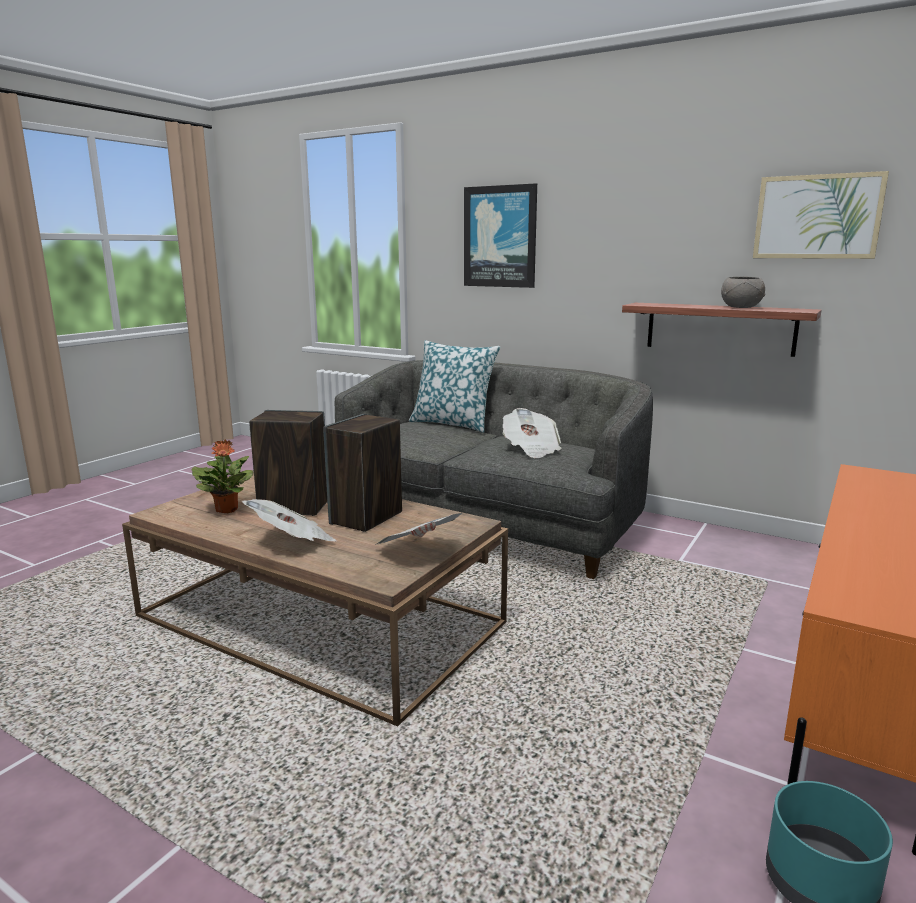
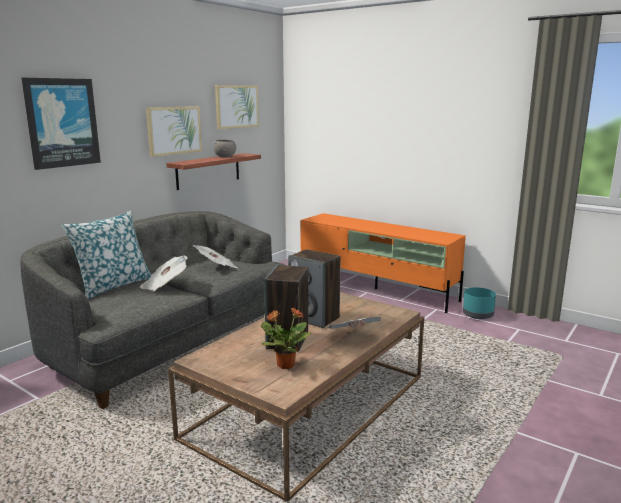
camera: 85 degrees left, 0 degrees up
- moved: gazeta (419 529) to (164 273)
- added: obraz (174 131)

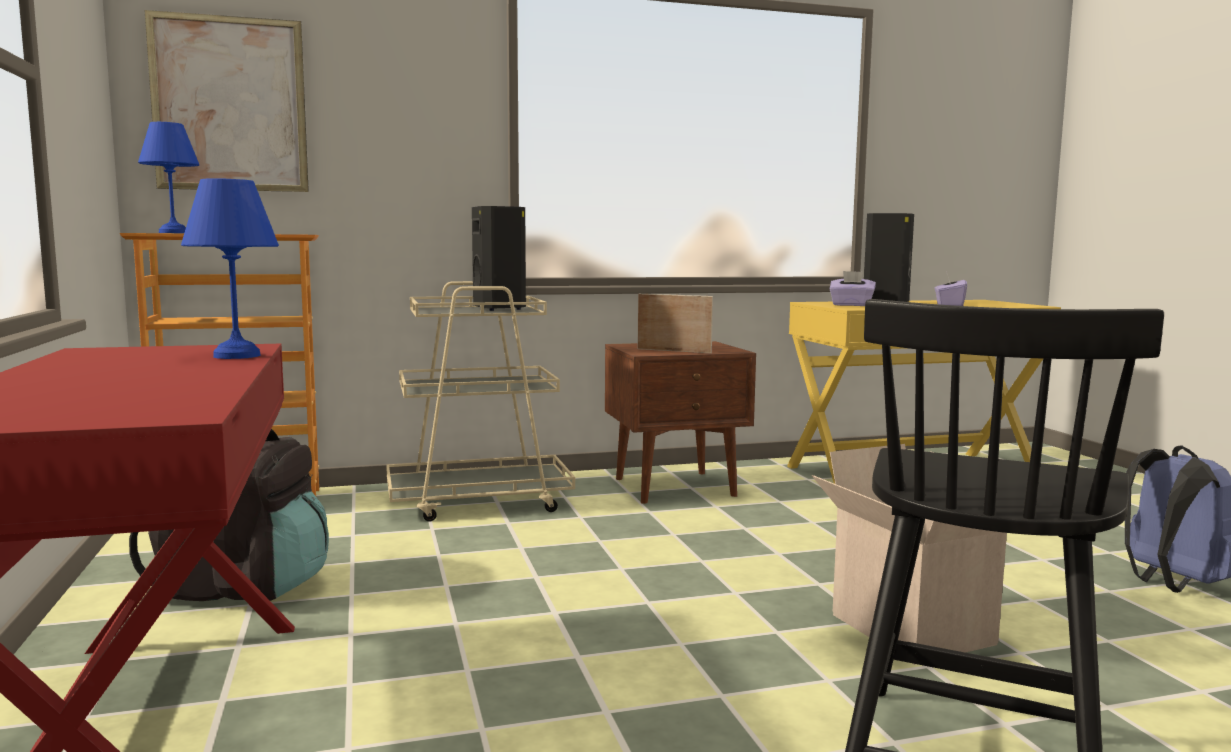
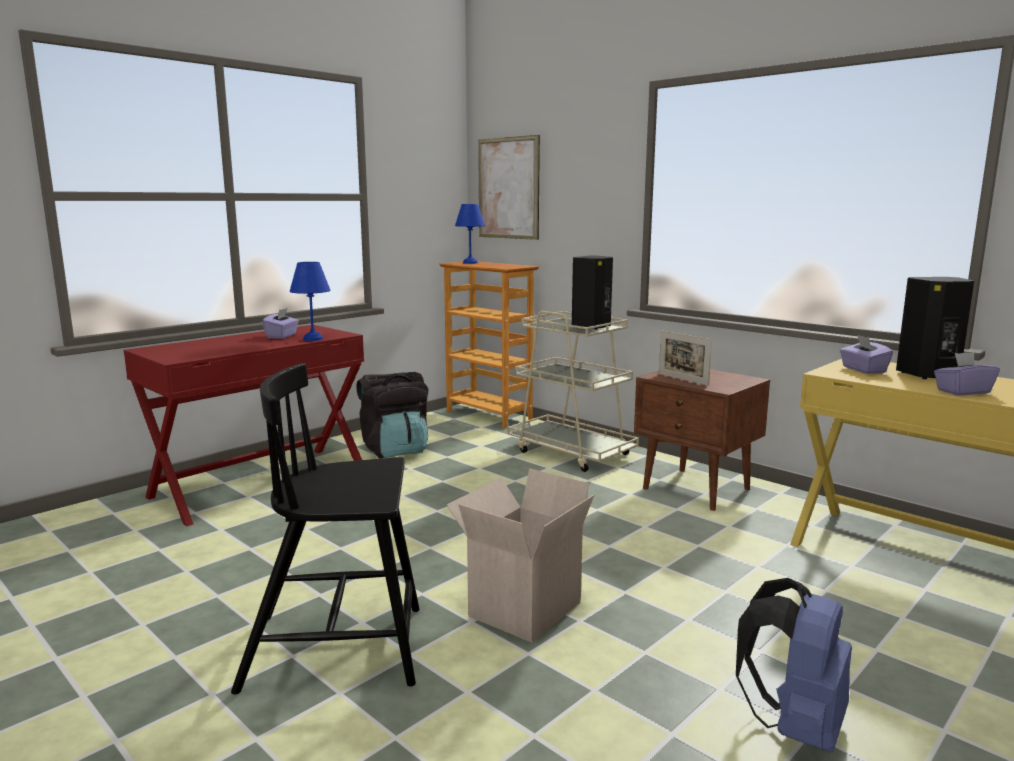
camera: 60 degrees right, 5 degrees up
- turned: ramka na zdjęcie (675 323) = (685 358) 150 degrees clockwise
- added: pudełko chusteczek/fioletowy (280 323)

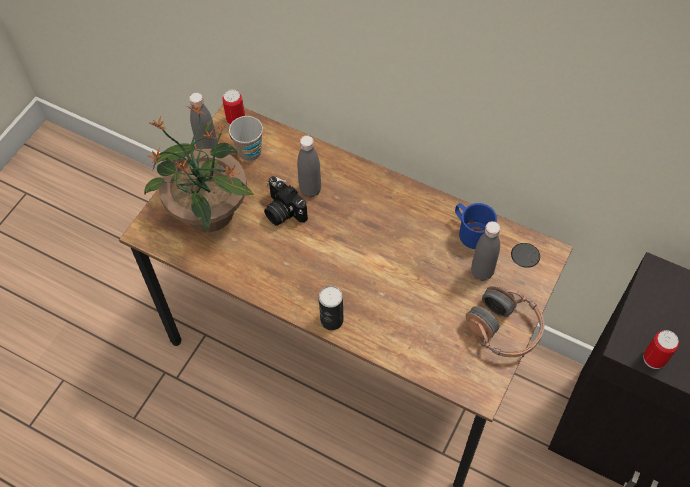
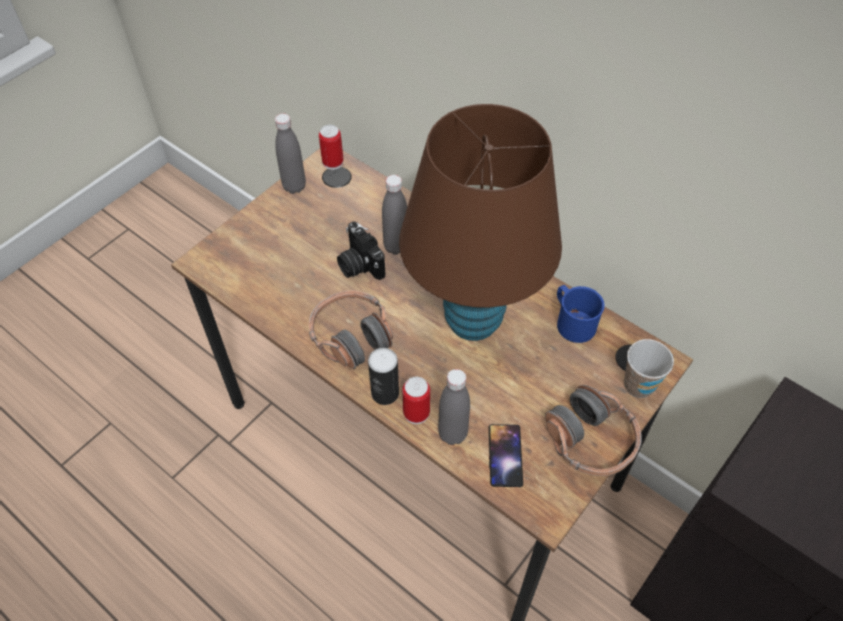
camera: 10 degrees right, 5 degrees down
- removed: roślina doniczkowa (199 167)
- moved: filiżanka (246 138) to (649 368)
- moved: butelka/szary (485 251) to (454 407)
- moved: puszka (661 349) to (416 400)
- added: słuchawki (351 330)
- added: lampa stołowa/brązowy (480 222)
- added: telefon (506 455)

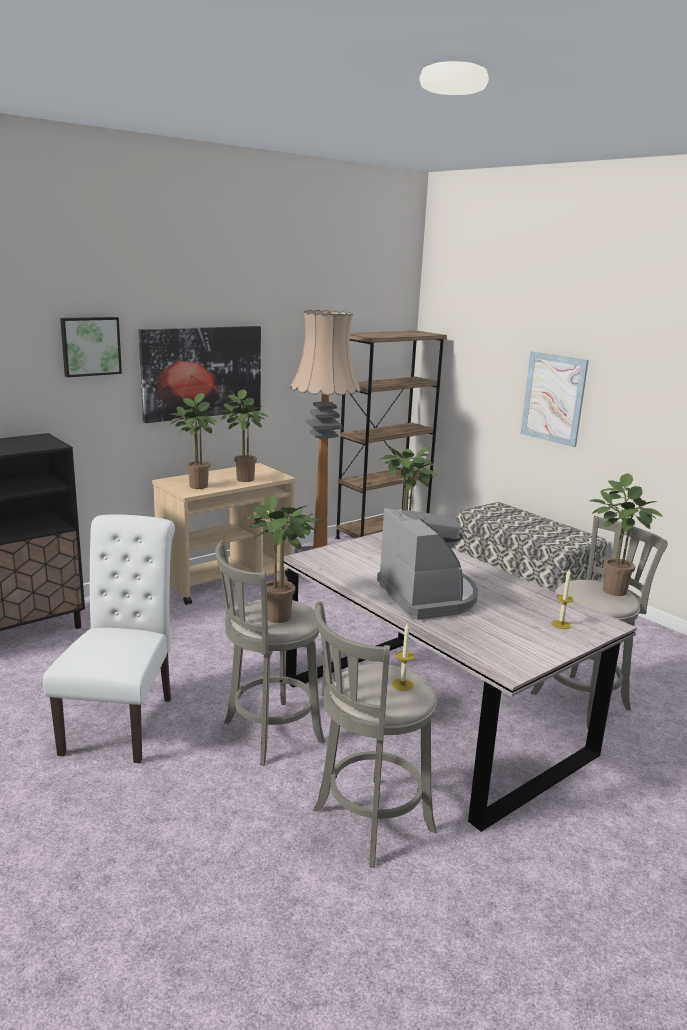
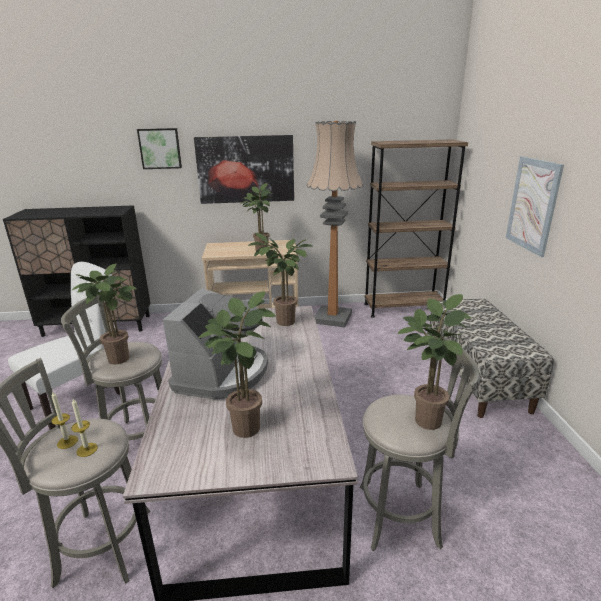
camera: 35 degrees right, 5 degrees up
- moved: roślina doniczkowa (193 441) to (237 364)
- moved: świeca (562 598) to (64 420)

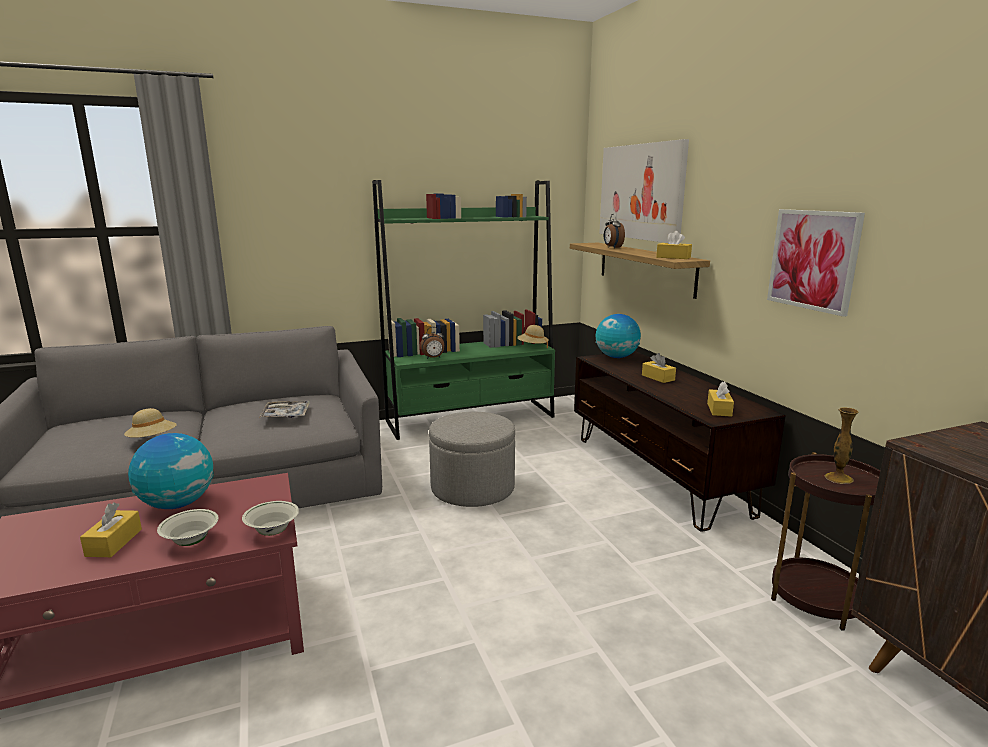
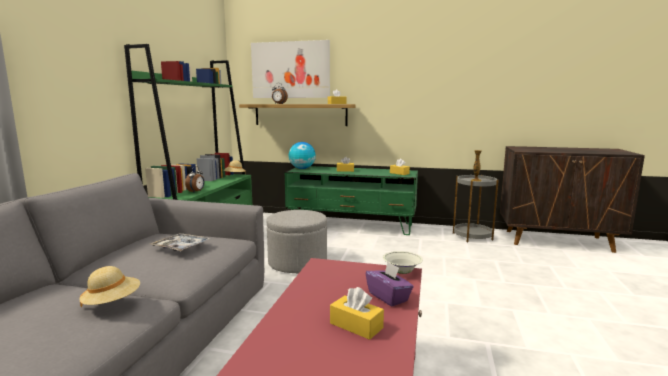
camera: 55 degrees left, 5 degrees down
- removed: globus (171 471)
- replaced: miska/biały (188 527) to pudełko chusteczek/fioletowy (390 284)
- recoloured: szafka pod telewizor/brązowy (680 441) to szafka pod telewizor/zielony (351 200)
- removed: obraz (816 263)
- recoloured: stolik/brązowy (825 541) to stolik/szary (476 208)

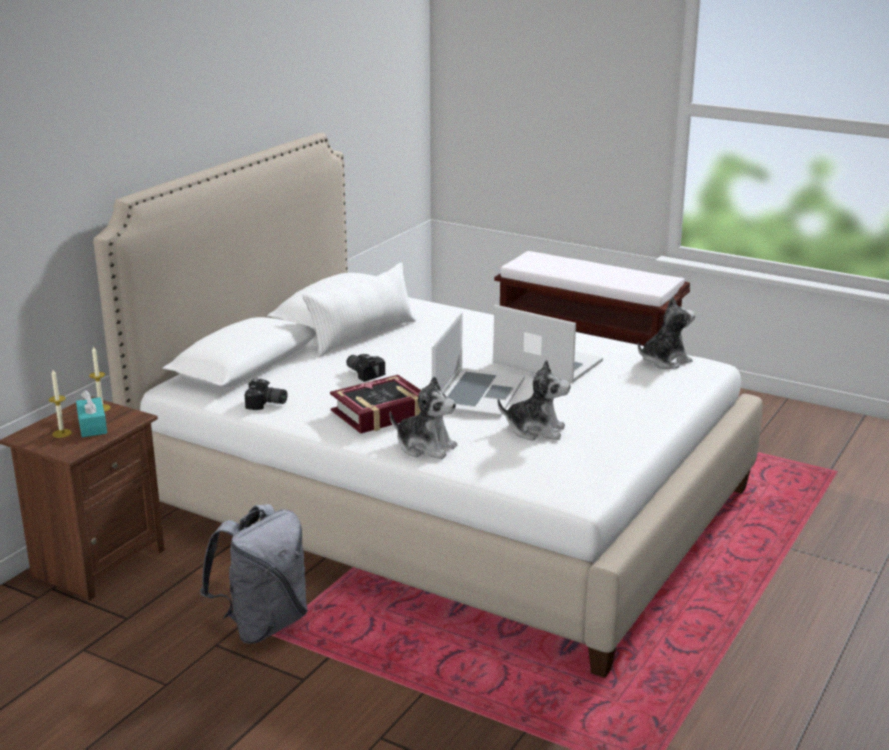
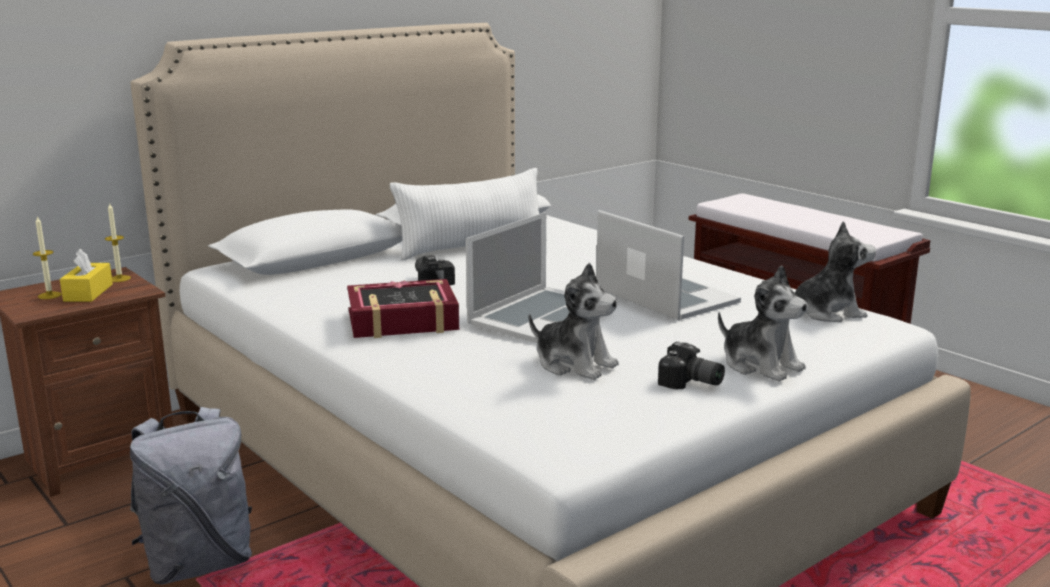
camera: 20 degrees right, 5 degrees down
- recoloured: pudełko chusteczek/turkusowy (91 413) to pudełko chusteczek/żółty (86 275)
- moved: aparat fotograficzny (266 394) to (691 365)
- moved: pluszak (423 417) to (763 323)

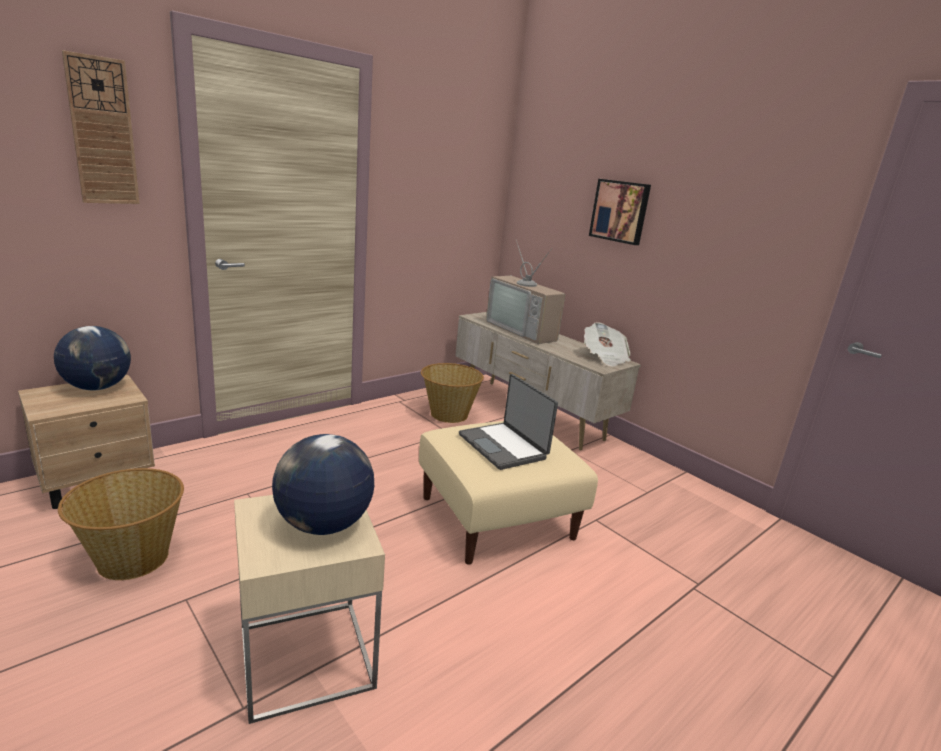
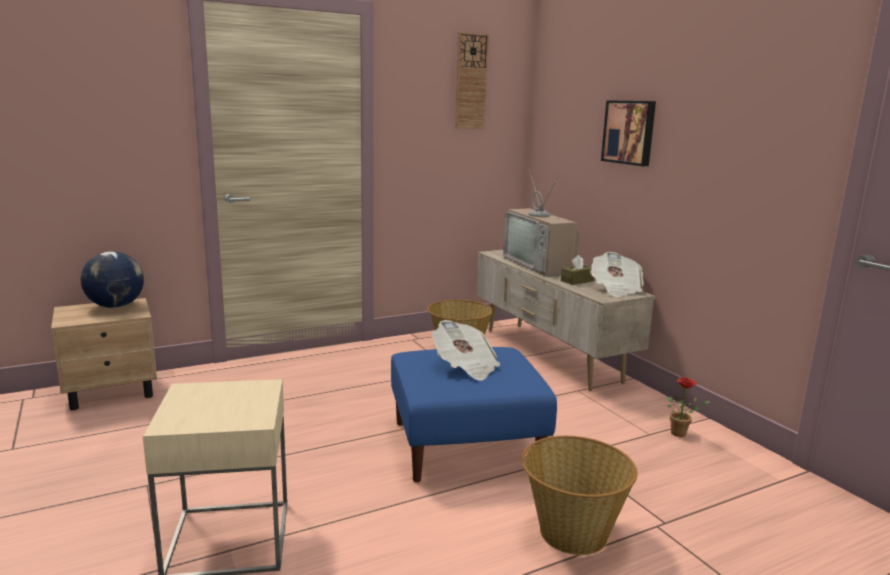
camera: 15 degrees right, 5 degrees down
- moved: koszyk (121 524) to (579 495)
- moved: zegar ścienny (101 127) to (472 80)
- removed: globus (323 484)
- recoloured: pufa/beżowy (508 492) to pufa/niebieski (474 414)
- replaced: laptop (508 422) to gazeta (466 350)
- added: pudełko chusteczek/brązowy (577 270)
- added: roślina doniczkowa (689 407)

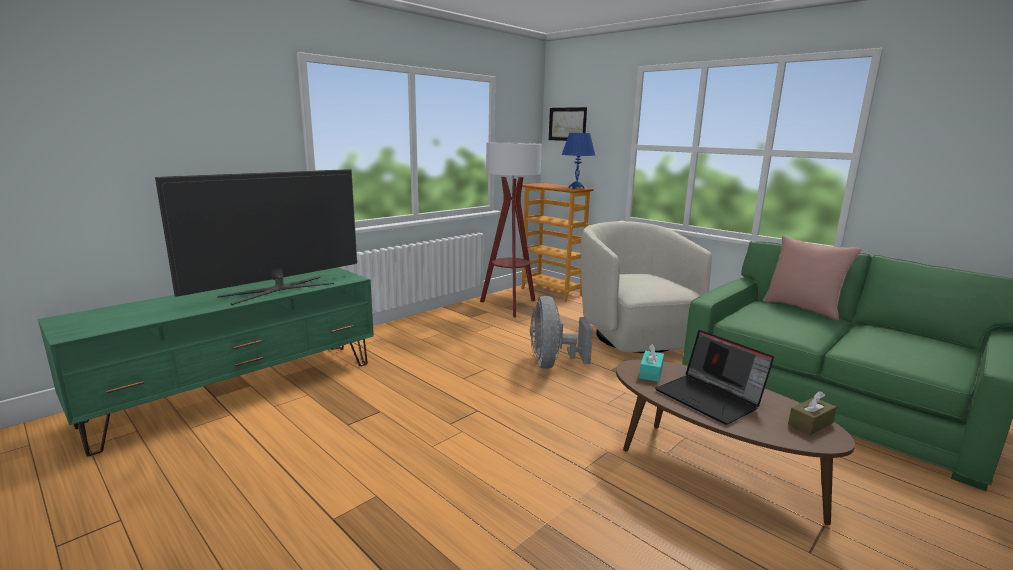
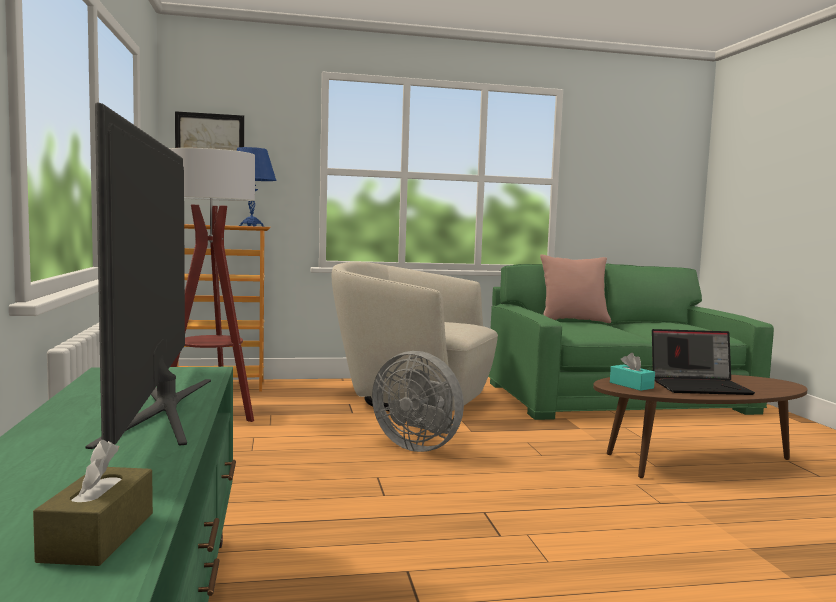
camera: 55 degrees left, 10 degrees down
- moved: pudełko chusteczek/brązowy (812 413) to (93 503)

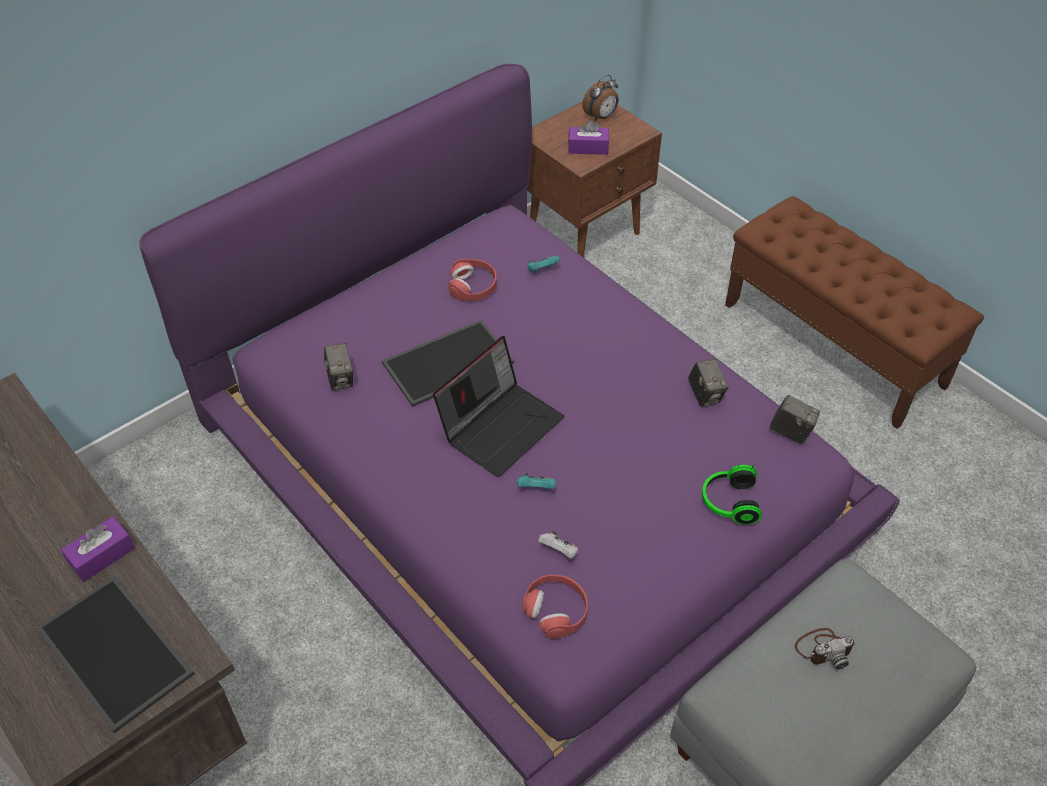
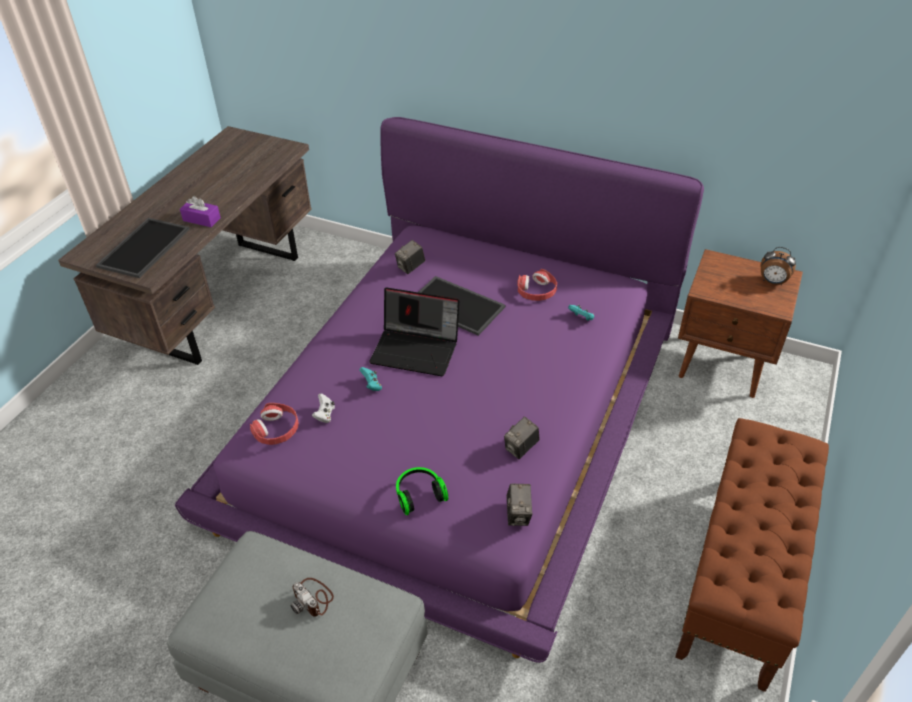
camera: 65 degrees right, 5 degrees down
- removed: pudełko chusteczek/fioletowy (588 137)

